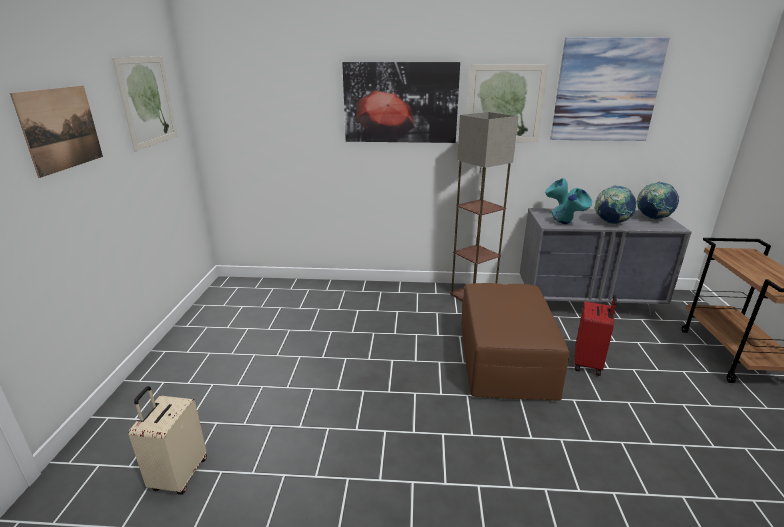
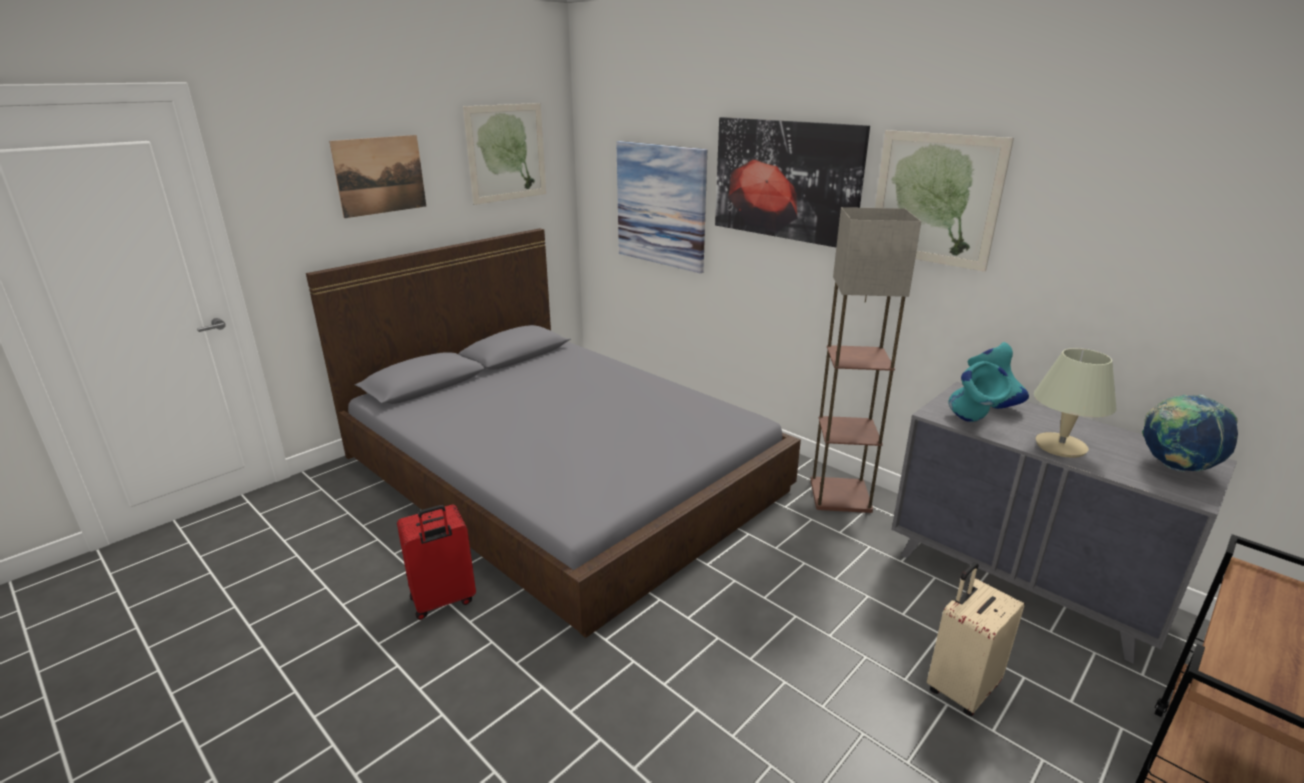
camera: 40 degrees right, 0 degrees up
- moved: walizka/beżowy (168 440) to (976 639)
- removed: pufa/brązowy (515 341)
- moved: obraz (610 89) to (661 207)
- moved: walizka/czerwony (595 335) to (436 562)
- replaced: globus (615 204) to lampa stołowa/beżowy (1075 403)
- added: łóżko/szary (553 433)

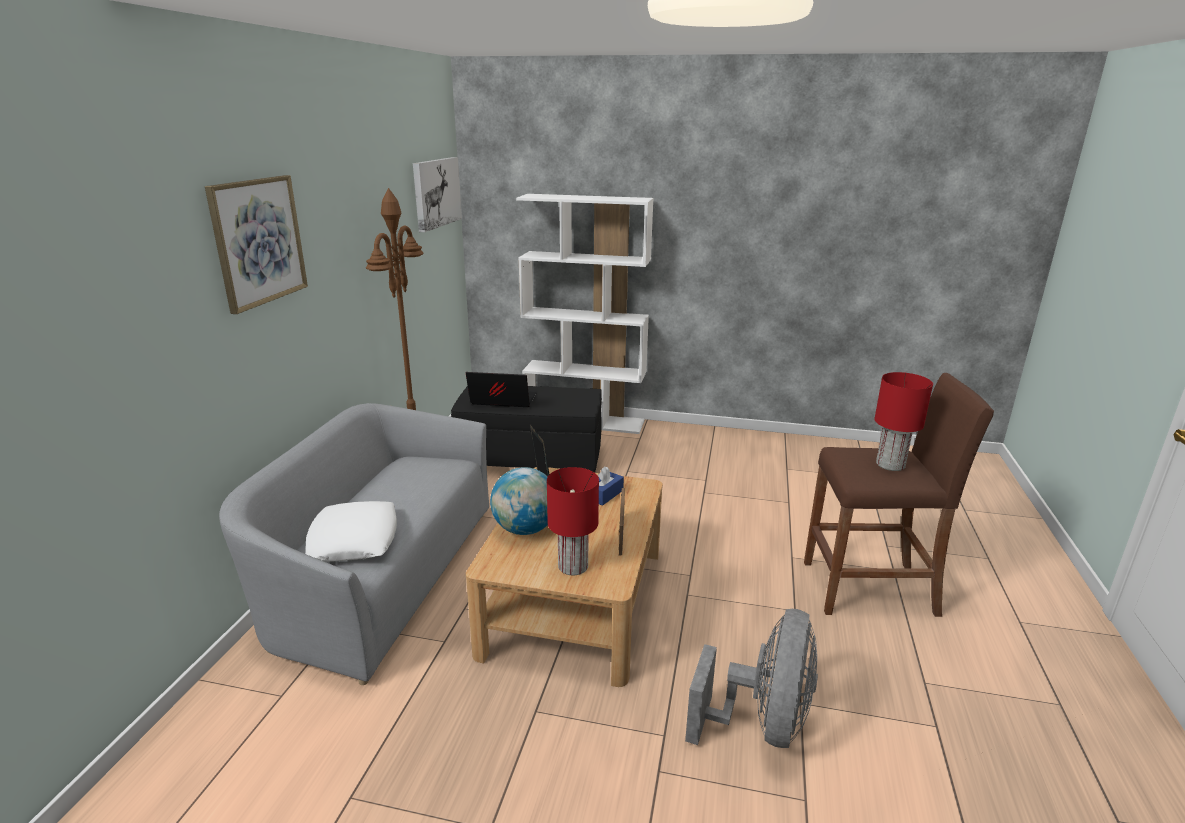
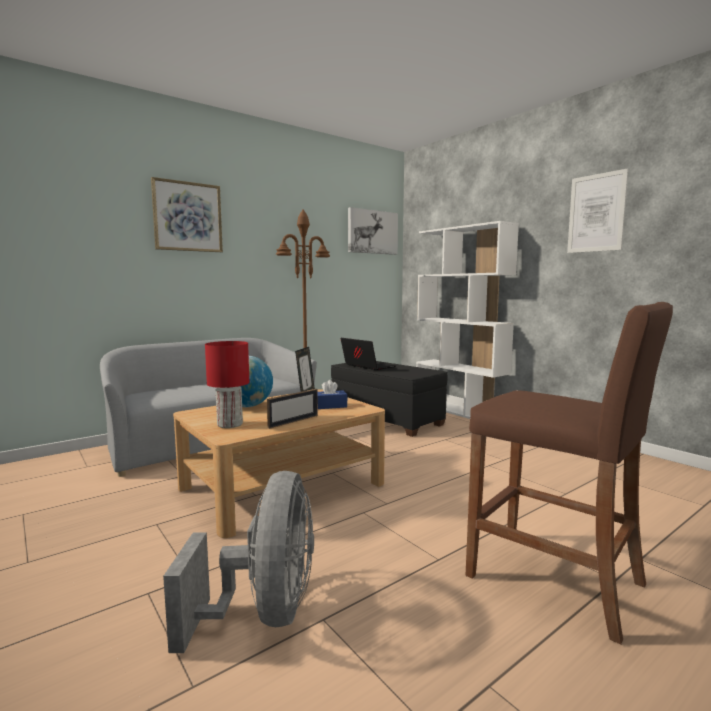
camera: 40 degrees right, 15 degrees down
- removed: poduszka/biały (351 531)
- turned: wentylator/szary (751 678) = (238 562) 60 degrees counterclockwise
- removed: lampa stołowa/czerwony (904 421)
- added: obraz (597 210)

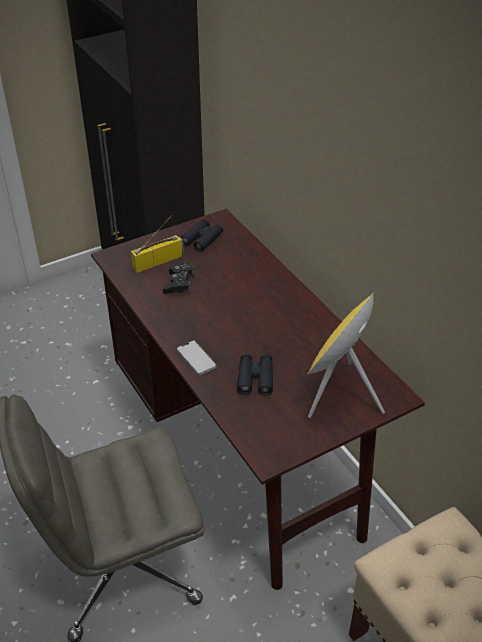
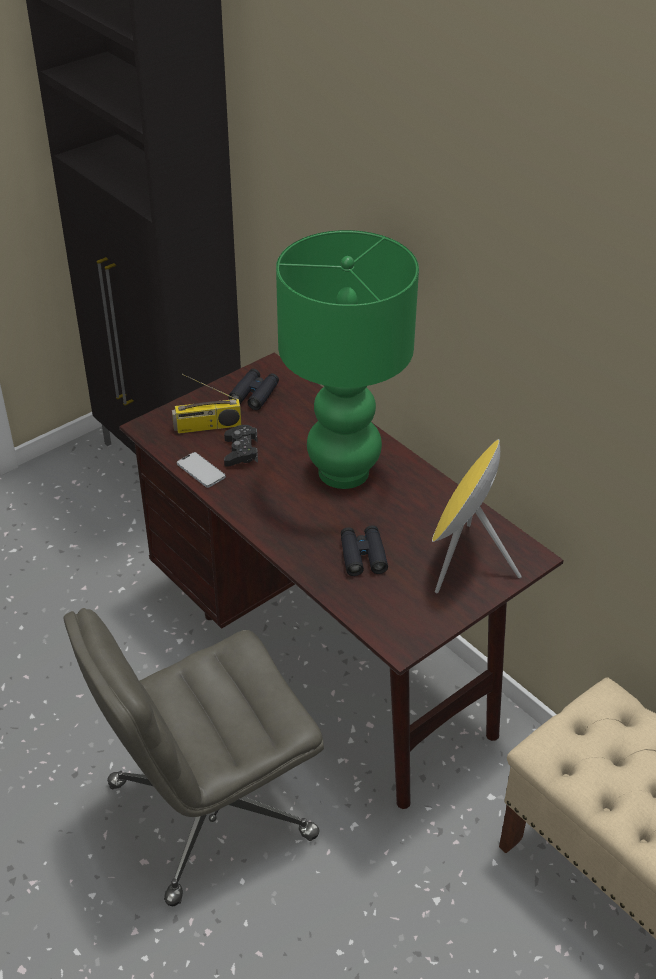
camera: 10 degrees left, 0 degrees up
- turned: radio (157 244) = (206 404) 150 degrees counterclockwise
- moved: telefon (197 358) to (201 470)
- added: lampa stołowa/zielony (347 359)

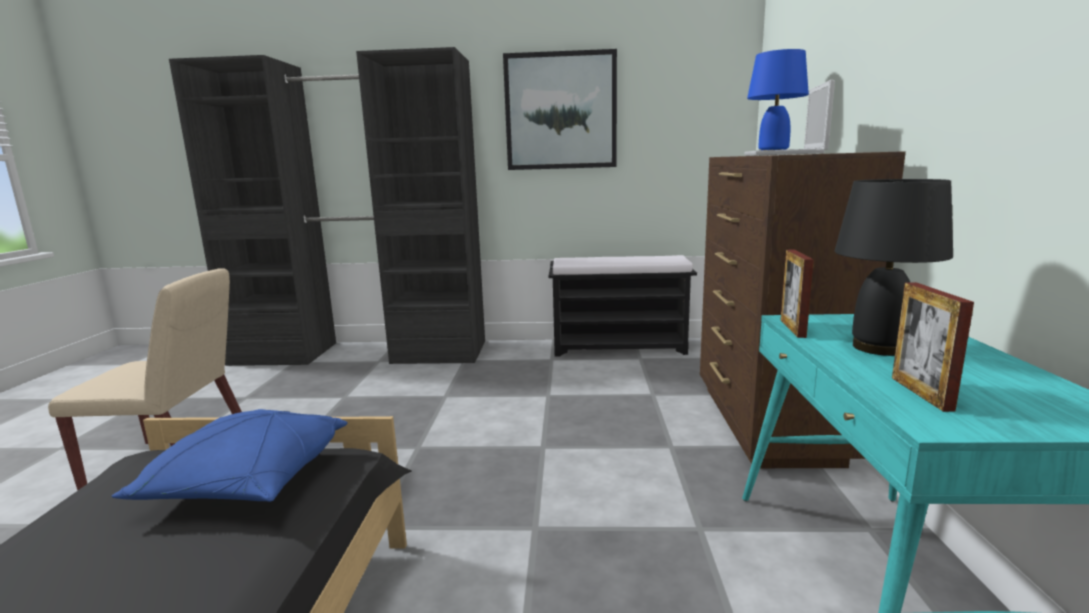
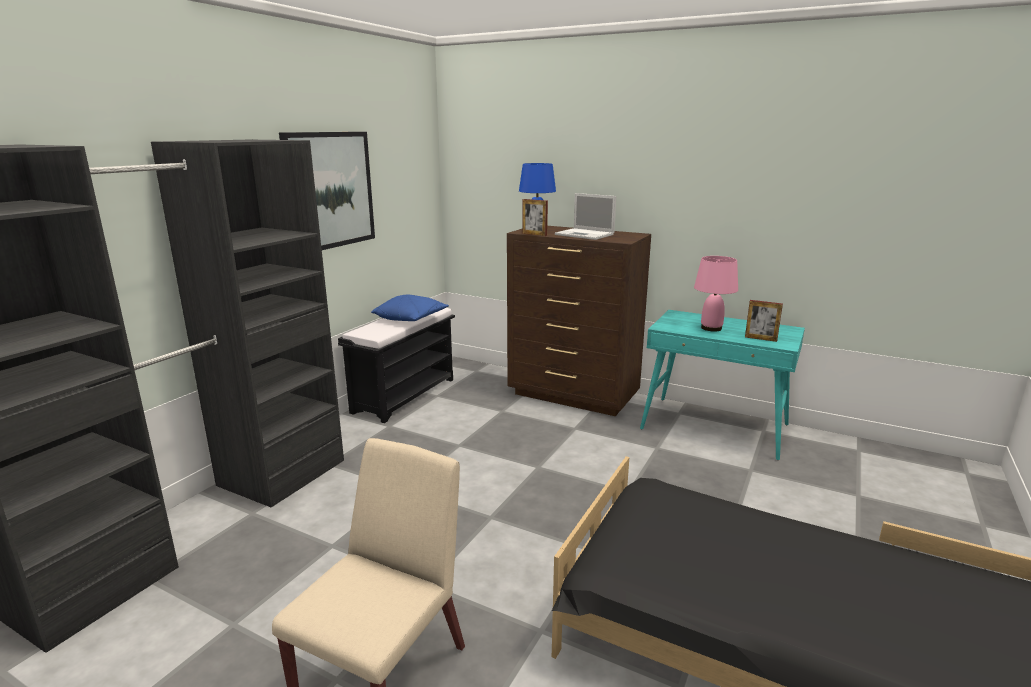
camera: 65 degrees left, 5 degrees up
- moved: poduszka/niebieski (229 455) to (410 308)
- moved: ramka na zdjęcie (797 294) to (535 217)
- recoloured: lampa stołowa/czarny (894 267) to lampa stołowa/różowy (716 293)

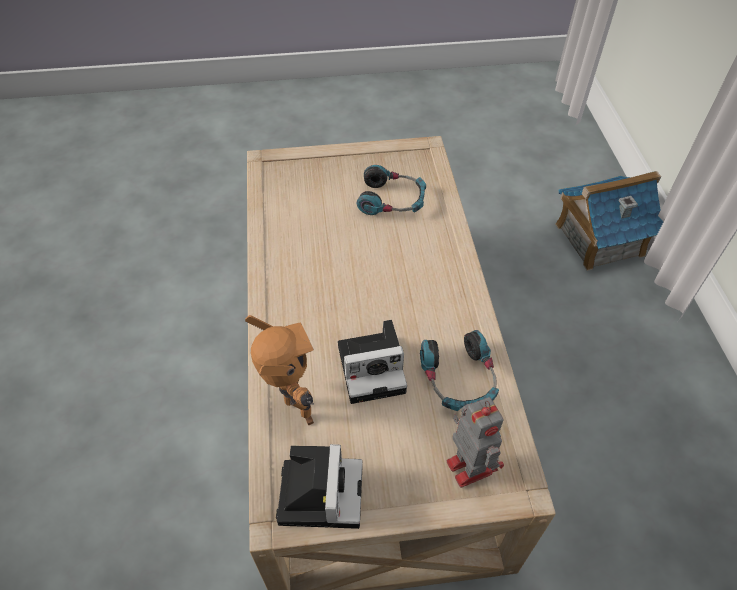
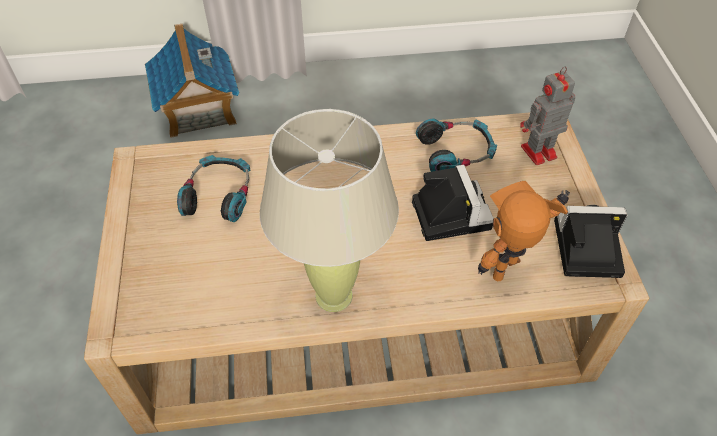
camera: 90 degrees left, 0 degrees up
- added: lampa stołowa/beżowy (329 210)

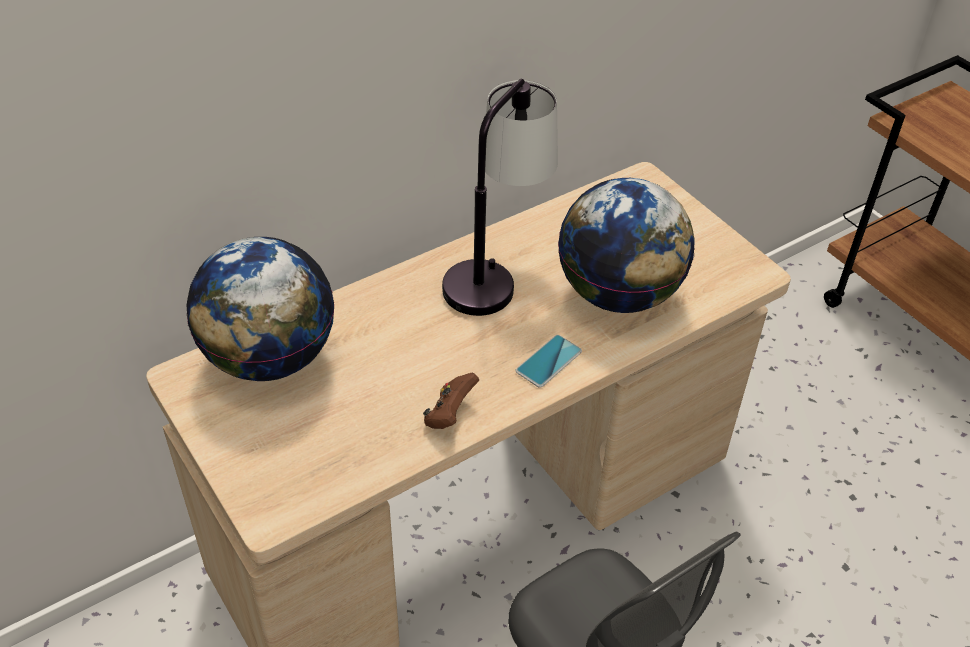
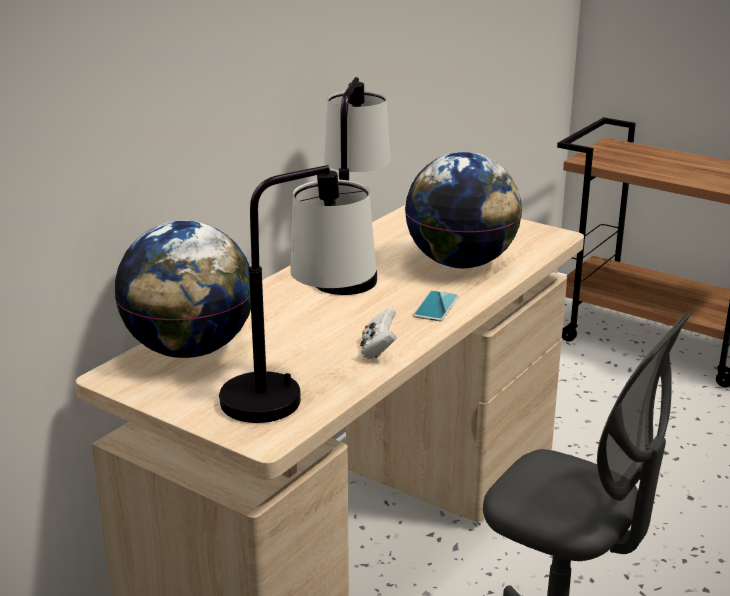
camera: 20 degrees left, 20 degrees down
- recoloured: pad do gier/brązowy (451 401) to pad do gier/biały (378 333)
- added: lampa stołowa (297 294)

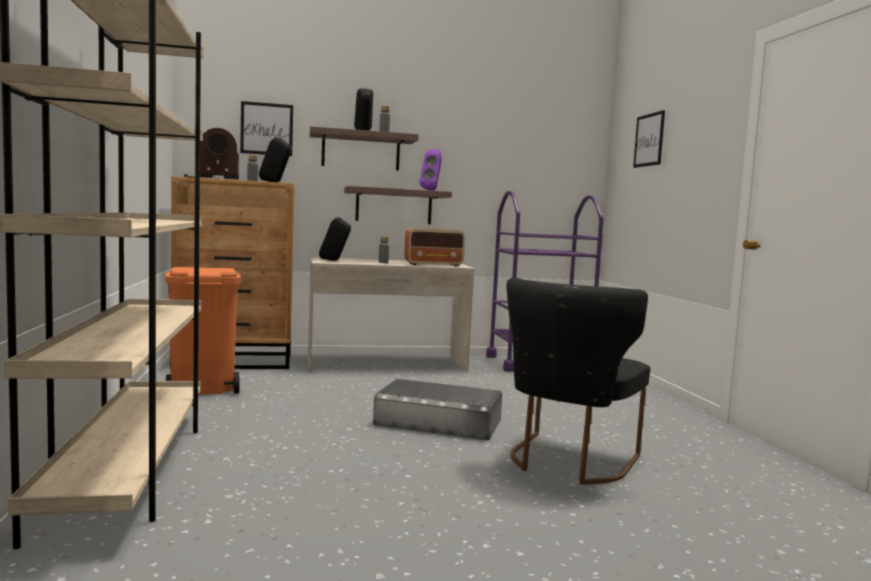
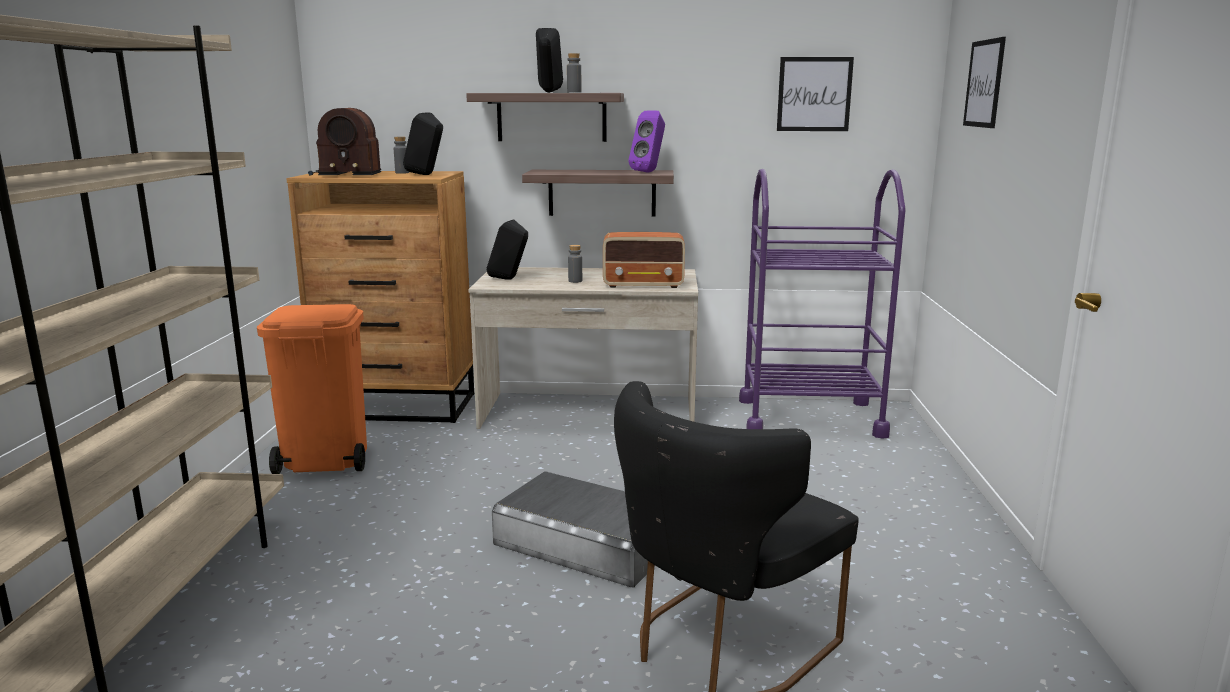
camera: 15 degrees right, 10 degrees up
- moved: obraz (266 128) to (815 94)

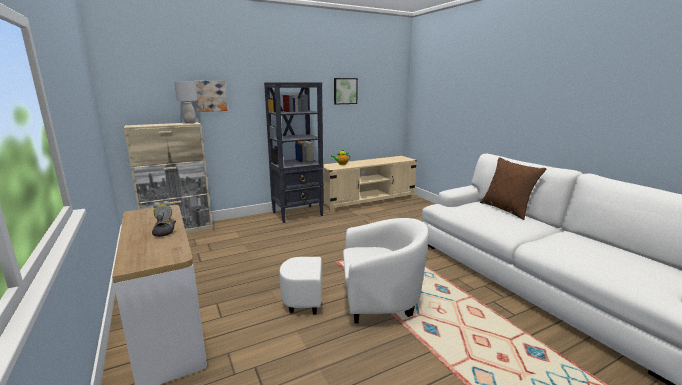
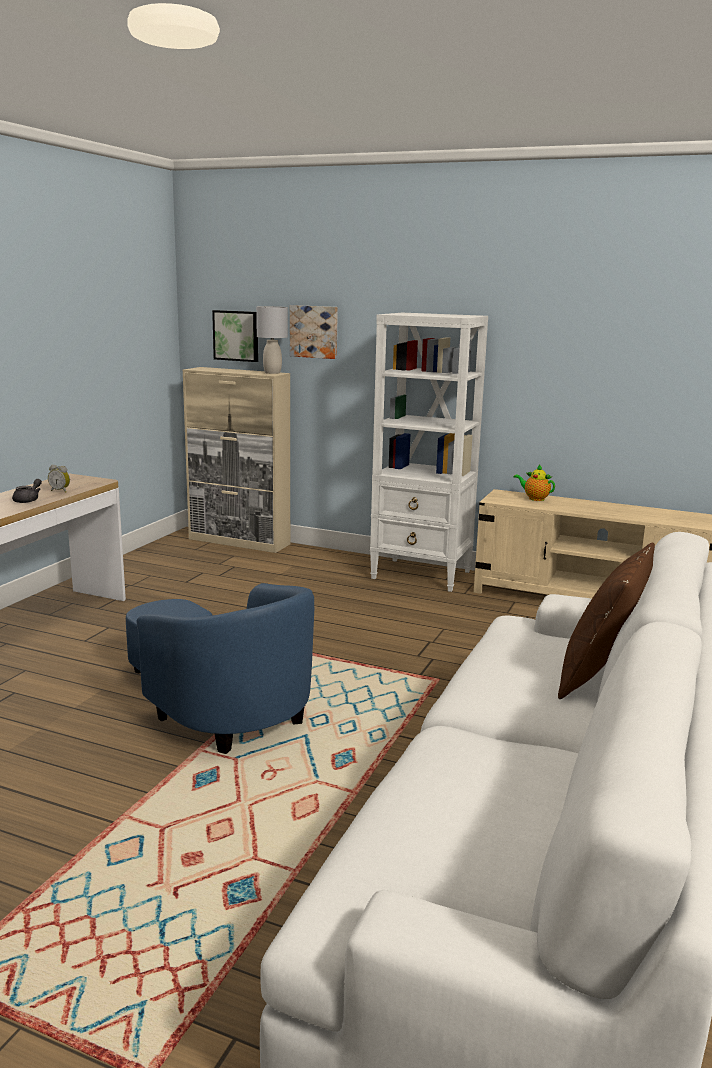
camera: 50 degrees right, 0 degrees up
- recoloured: regał/czarny (294 152) to regał/biały (429 452)
- recoloured: fotel/biały (354 270) to fotel/niebieski (220 668)
- moved: obraz (346 91) to (235 336)

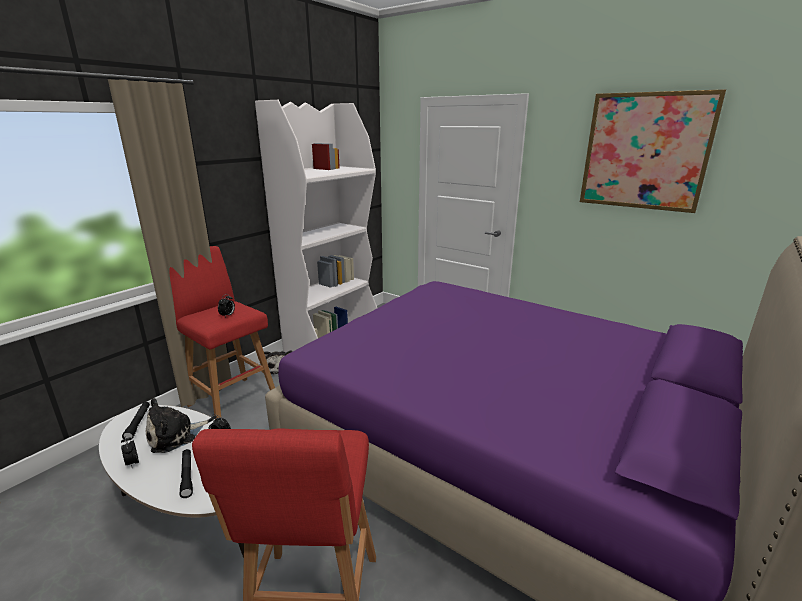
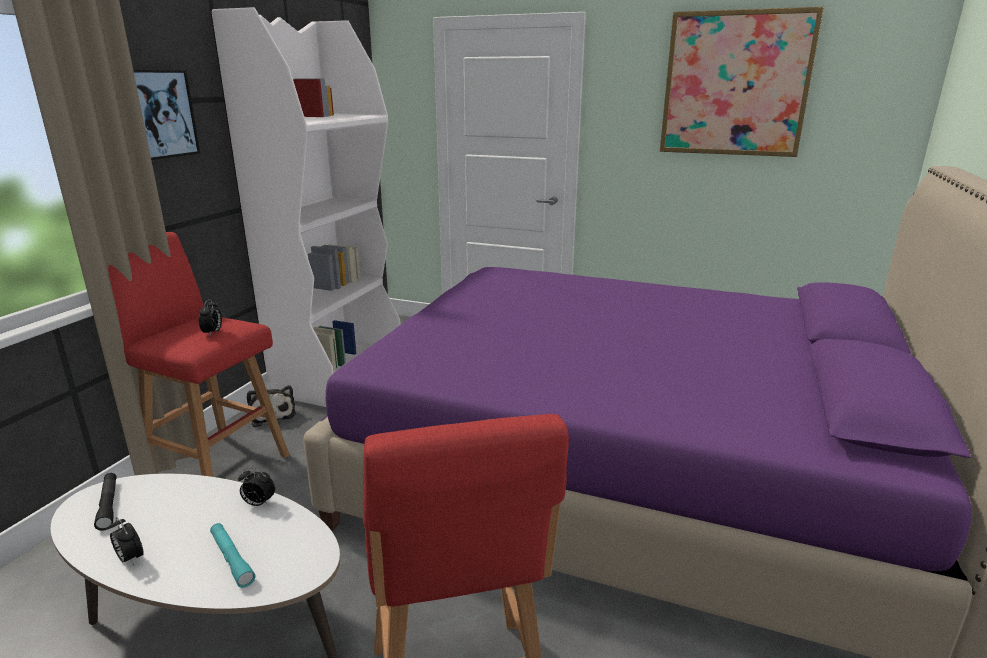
camera: 15 degrees left, 0 degrees up
- removed: pluszak (177 425)
- recoloured: latarka/czarny (186 473) to latarka/turkusowy (232 555)
- added: obraz (166 115)

